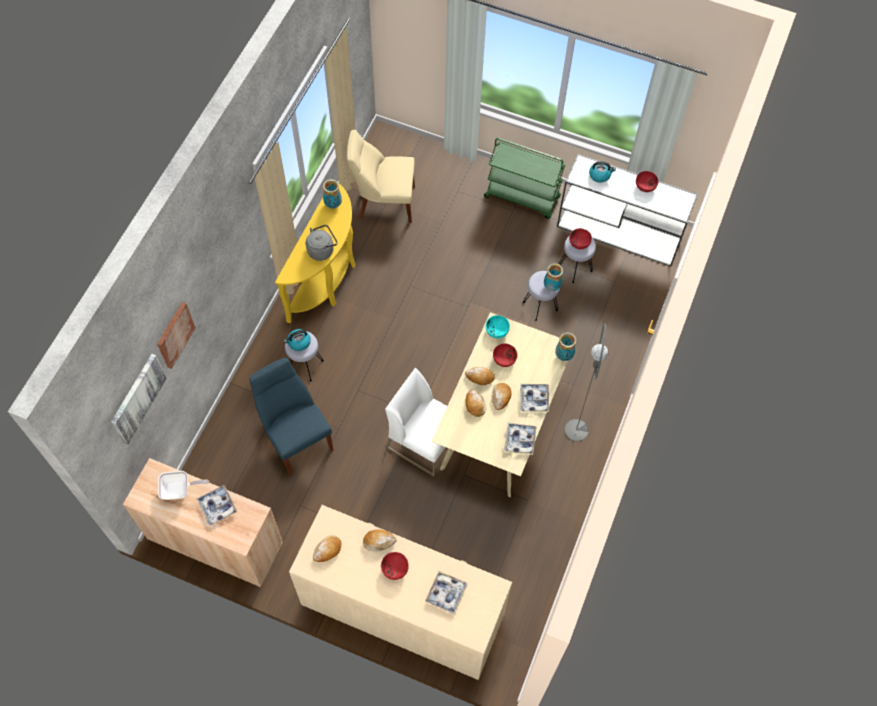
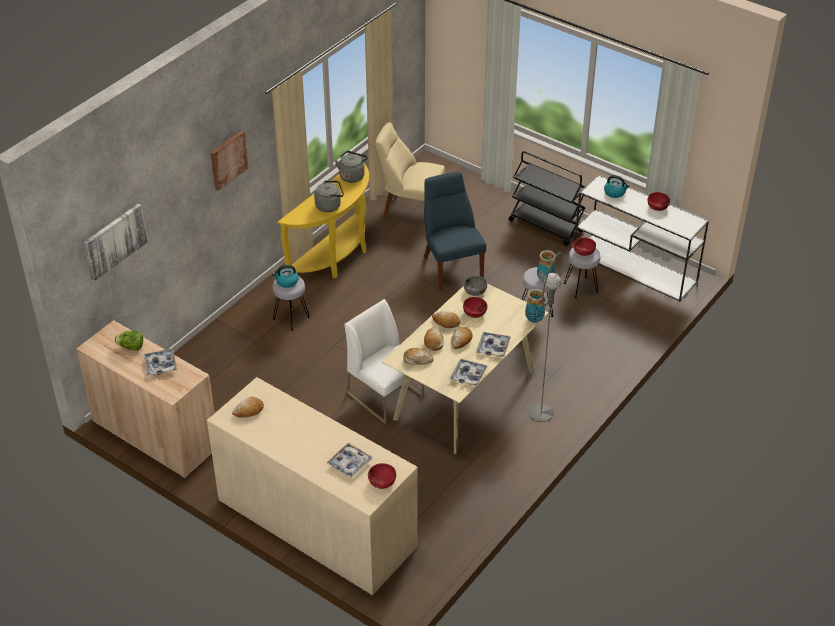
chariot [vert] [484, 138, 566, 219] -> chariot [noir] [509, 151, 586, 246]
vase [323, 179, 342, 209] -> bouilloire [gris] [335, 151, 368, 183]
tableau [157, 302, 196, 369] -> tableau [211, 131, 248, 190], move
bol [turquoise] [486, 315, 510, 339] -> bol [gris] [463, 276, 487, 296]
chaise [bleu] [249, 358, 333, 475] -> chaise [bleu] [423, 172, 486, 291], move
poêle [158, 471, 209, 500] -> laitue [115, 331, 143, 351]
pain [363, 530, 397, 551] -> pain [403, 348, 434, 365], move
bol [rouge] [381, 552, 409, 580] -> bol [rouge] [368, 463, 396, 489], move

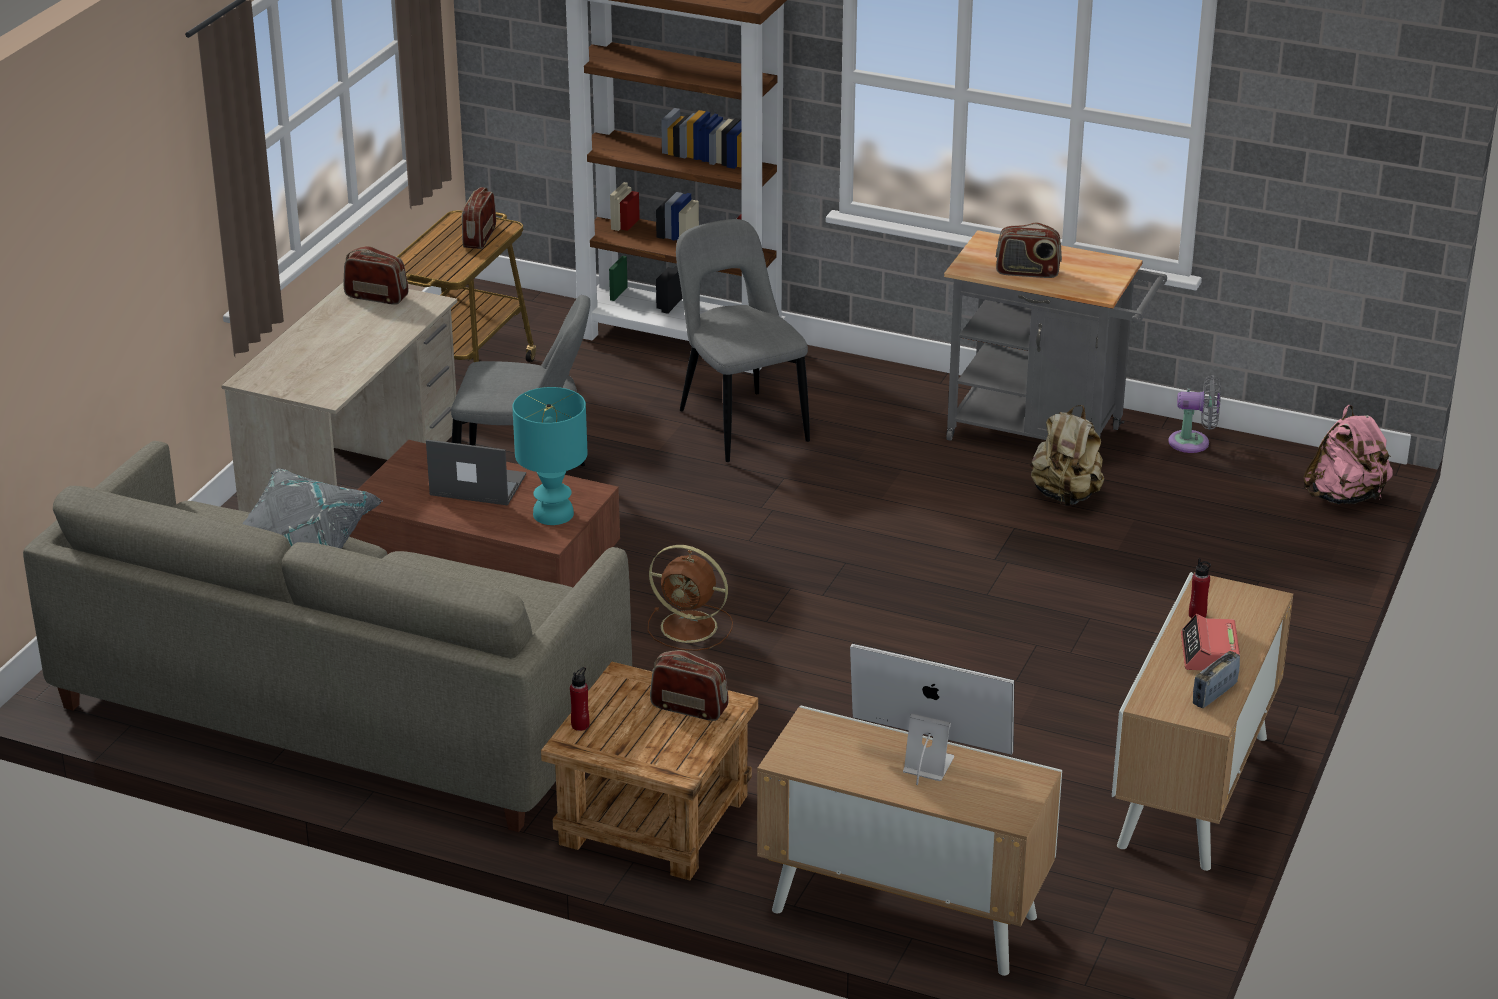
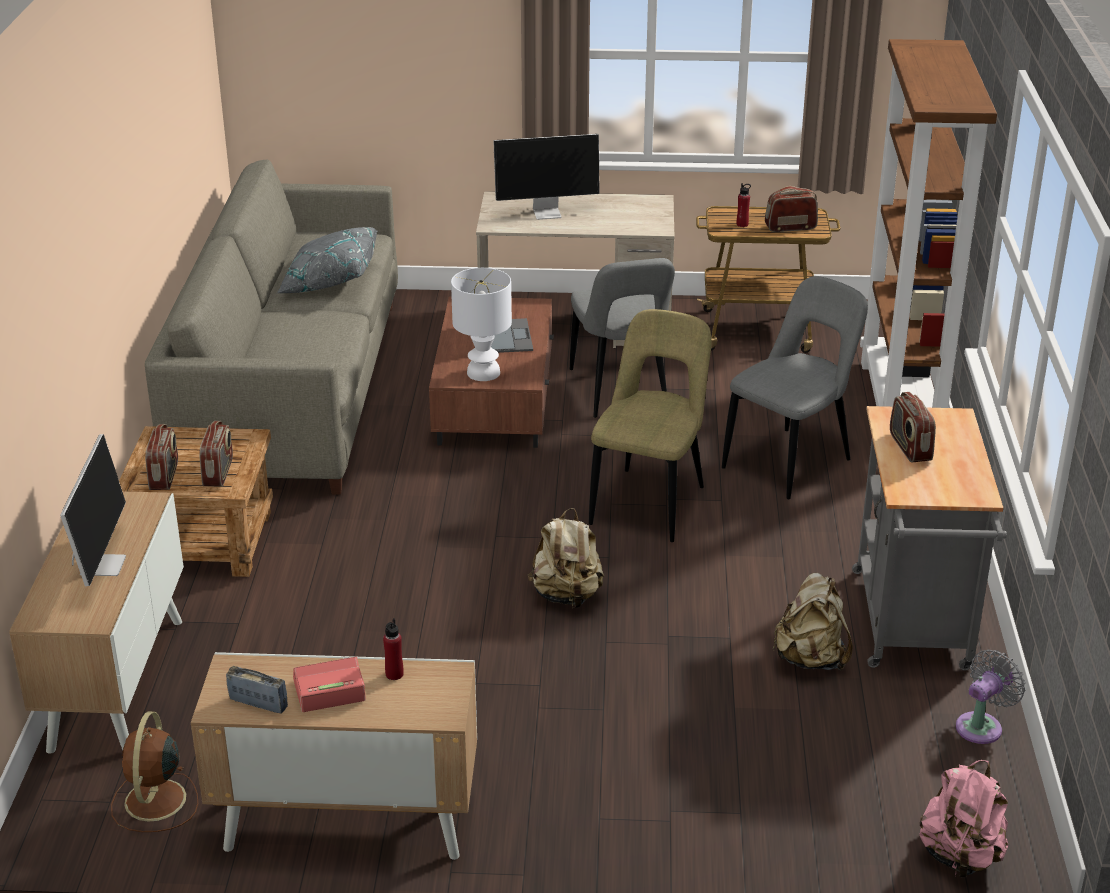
radio [343, 246, 409, 305] -> radio [145, 424, 178, 490], move
ventilateur [gris] [1168, 375, 1221, 453] -> ventilateur [gris] [956, 650, 1025, 744], 120 degrees counterclockwise
lampe de table [turquoise] [512, 387, 588, 525] -> lampe de table [blanc] [451, 268, 512, 381]
ventilateur [marron] [648, 545, 733, 651] -> ventilateur [marron] [111, 712, 198, 832], move
bouteille [rouge] [570, 667, 589, 731] -> bouteille [rouge] [736, 183, 751, 227], move
none -> écran d'ordinateur [493, 134, 600, 220]
none -> chaise [beige] [589, 309, 712, 542]
none -> sac à dos [beige] [528, 508, 604, 608]

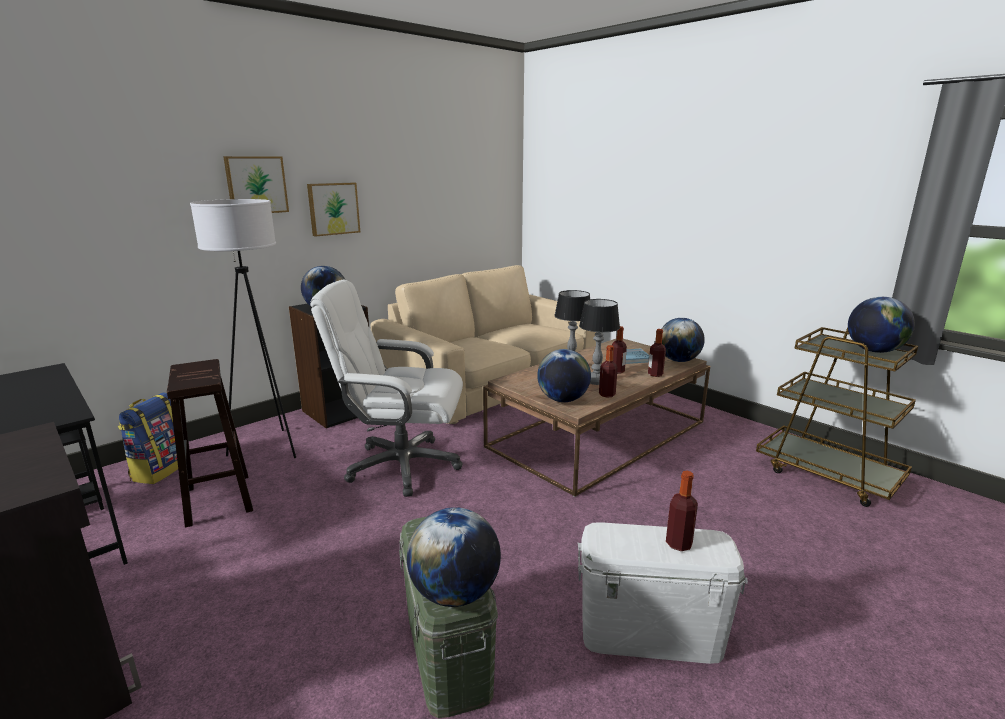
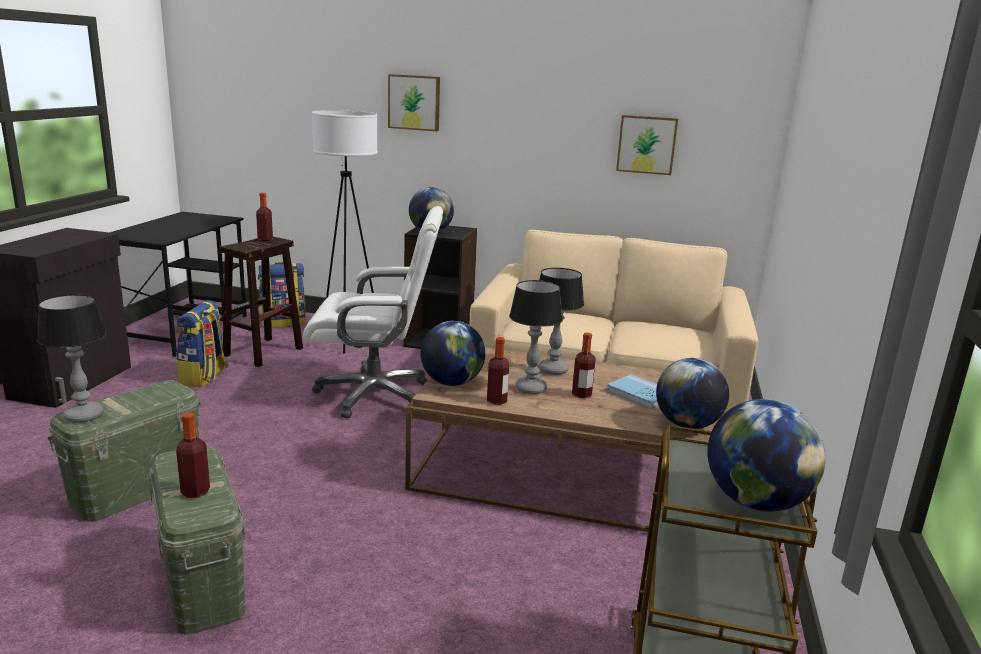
tableau [307, 183, 360, 237] -> tableau [616, 115, 678, 175], move
chaise de bureau [blanc] [310, 279, 463, 497] -> chaise de bureau [blanc] [303, 206, 443, 418], 120 degrees clockwise
bouteille [648, 329, 666, 377] -> bouteille [256, 193, 273, 241], move
globe [407, 507, 501, 607] -> lampe de table [37, 294, 106, 423]
boîte de rangement [blanc] [578, 522, 748, 664] -> boîte de rangement [vert] [149, 446, 245, 635]
none -> sac à dos [176, 300, 229, 387]

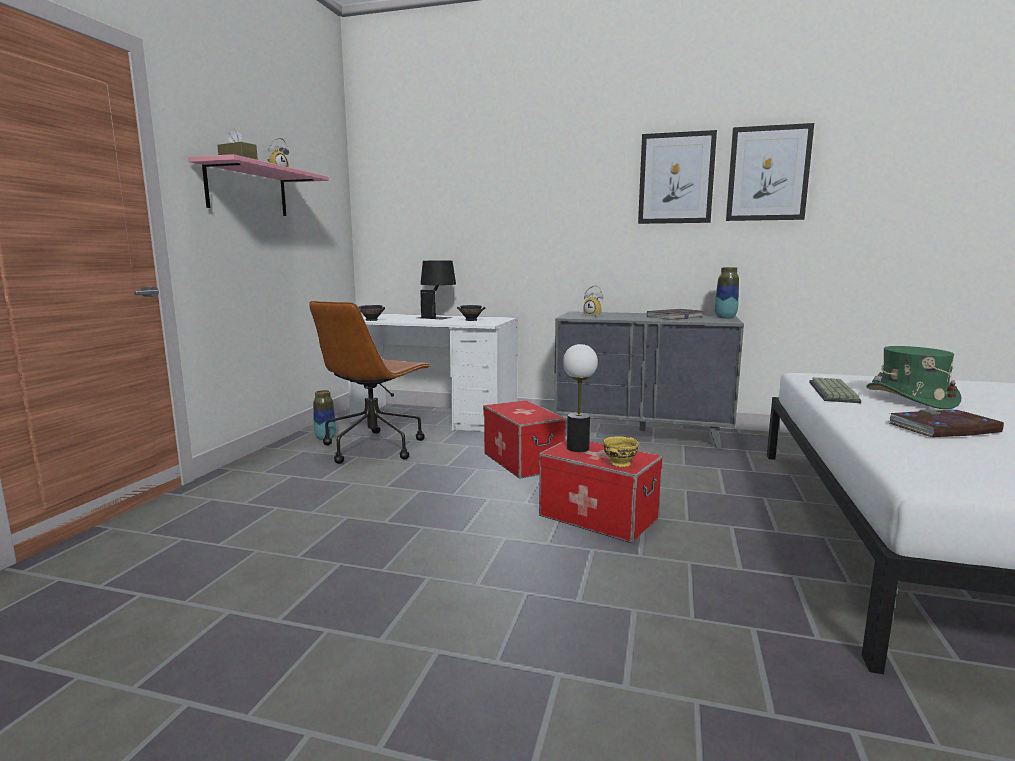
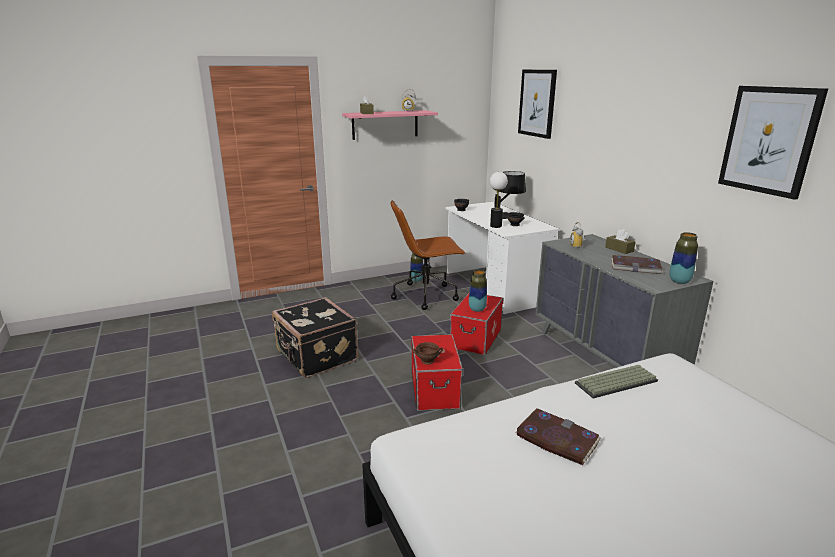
tableau [638, 130, 717, 224] -> tableau [518, 70, 557, 139], move
lampe de table [563, 344, 598, 452] -> lampe de table [490, 172, 508, 228], move
chapeau [vert] [866, 346, 961, 409] -> none
bol [jaune] [603, 436, 639, 467] -> bol [marron] [412, 342, 443, 365]
none -> boîte à mouchoirs [marron] [605, 229, 635, 254]
none -> vase [469, 270, 487, 312]
none -> valise [noir] [272, 297, 358, 378]

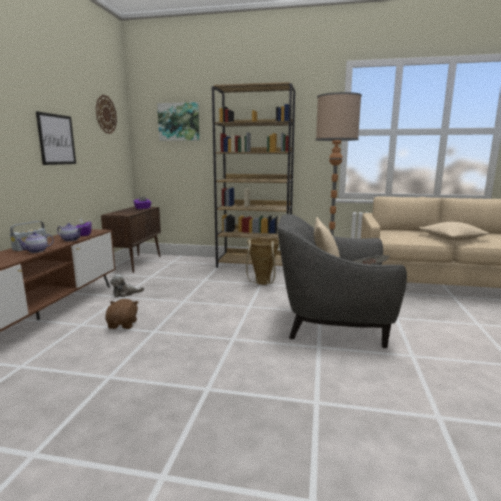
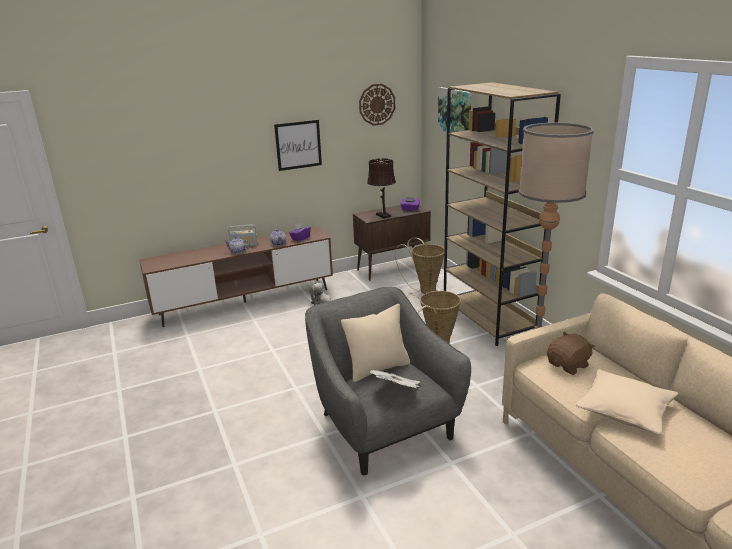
peluche [marron] [105, 299, 139, 329] -> peluche [marron] [547, 332, 595, 375], move
none -> lampe de table [marron] [367, 158, 396, 219]
none -> panier [395, 238, 444, 294]

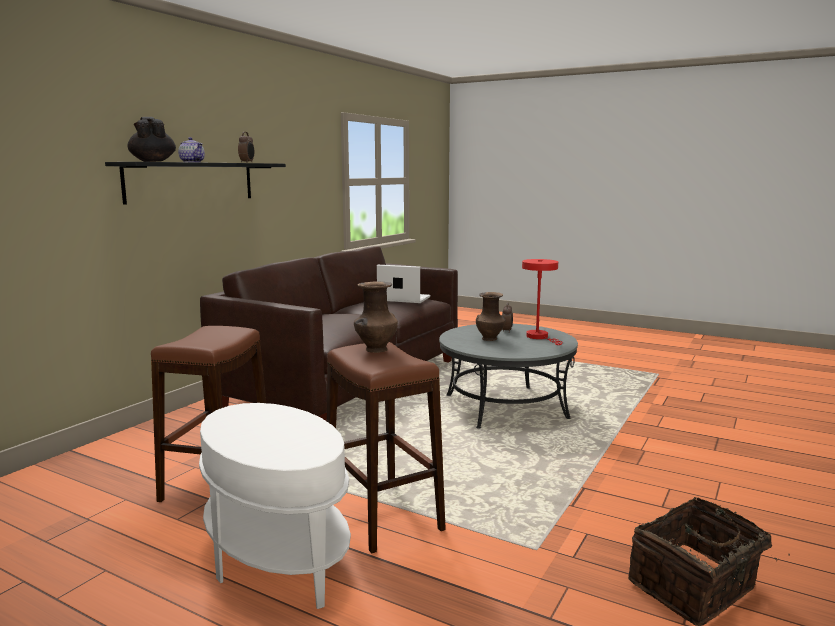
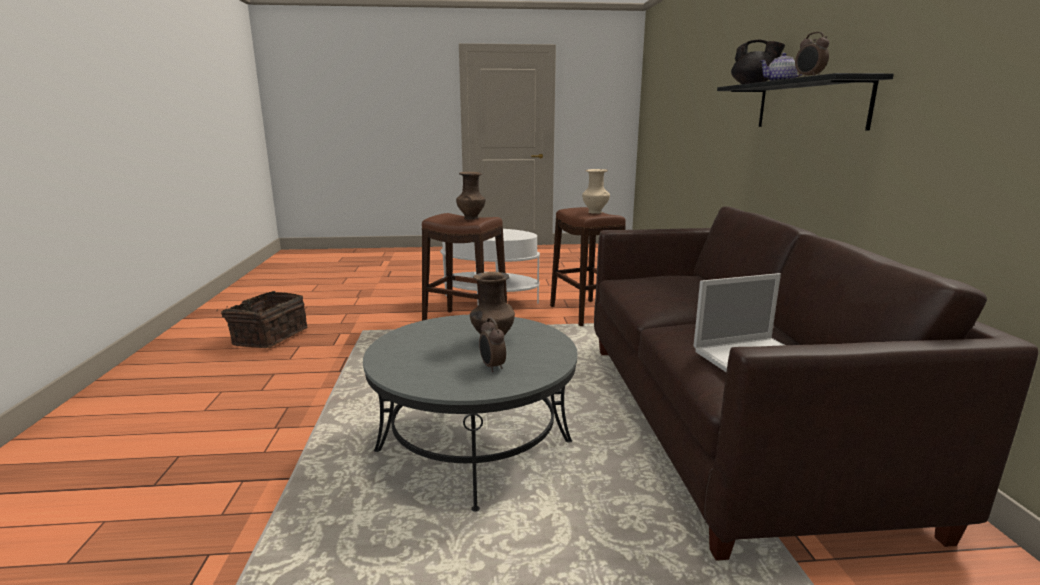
lampe de table [rouge] [522, 259, 563, 345] -> none
none -> vase [beige] [582, 169, 610, 214]

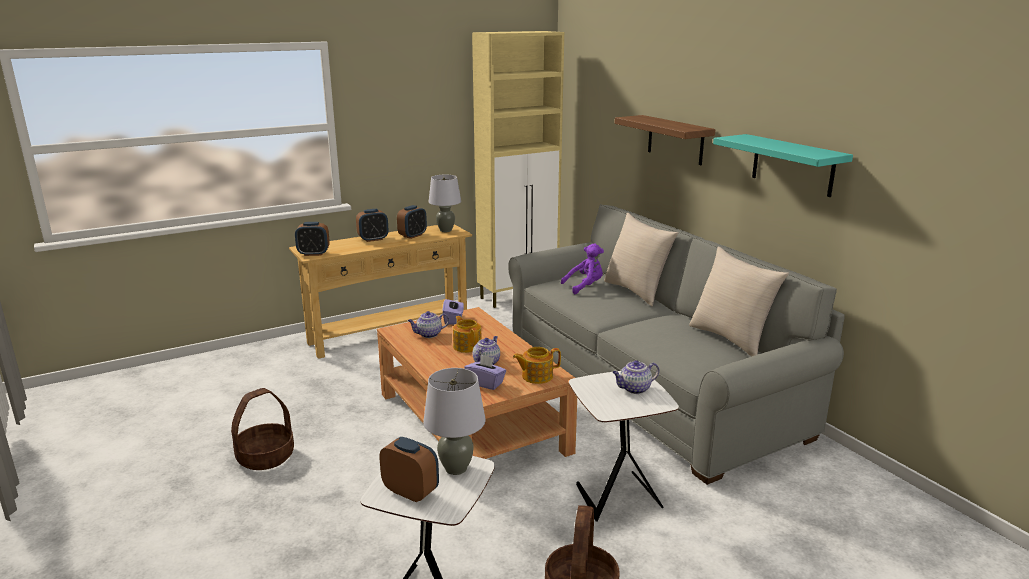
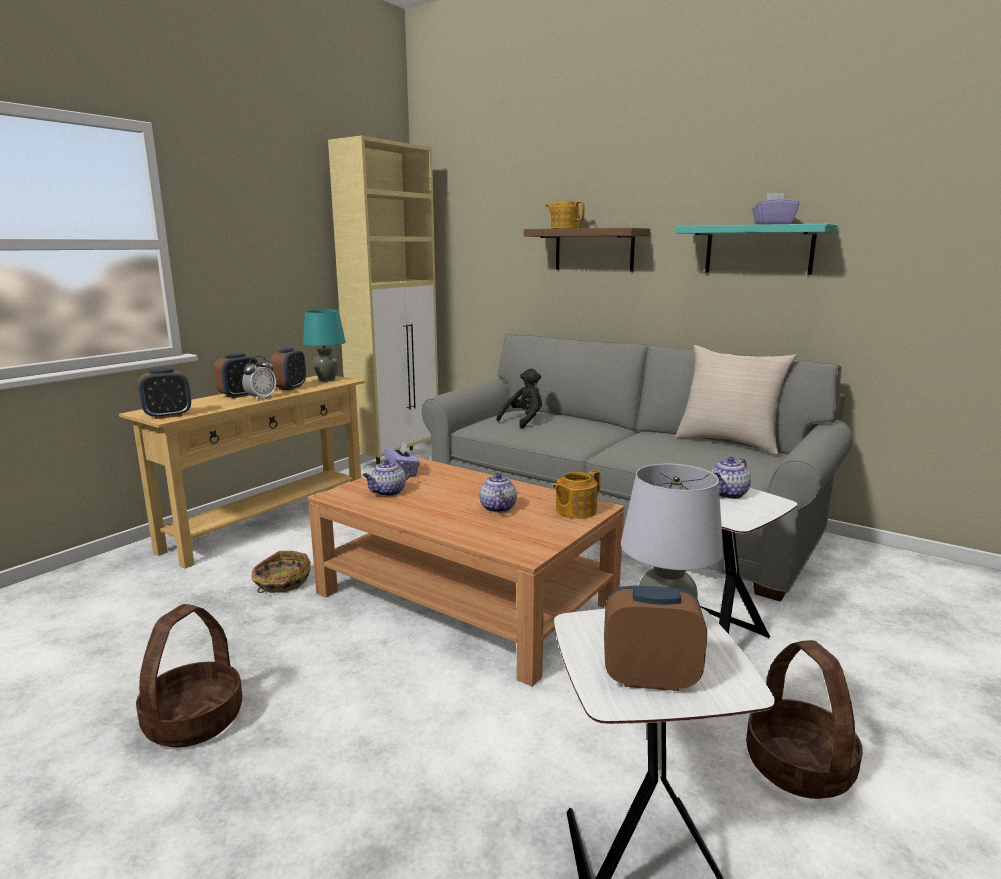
lampe de table [gris] [428, 175, 461, 232] -> lampe de table [turquoise] [303, 310, 346, 382]
coussin [beige] [604, 213, 679, 306] -> none
peluche [violet] [561, 243, 604, 294] -> peluche [noir] [496, 368, 542, 428]
théière [453, 316, 482, 353] -> théière [545, 201, 585, 229], move
boîte à mouchoirs [violet] [464, 355, 506, 390] -> boîte à mouchoirs [violet] [752, 193, 799, 225], move
none -> réveil [242, 356, 276, 401]
none -> panier [252, 551, 311, 593]

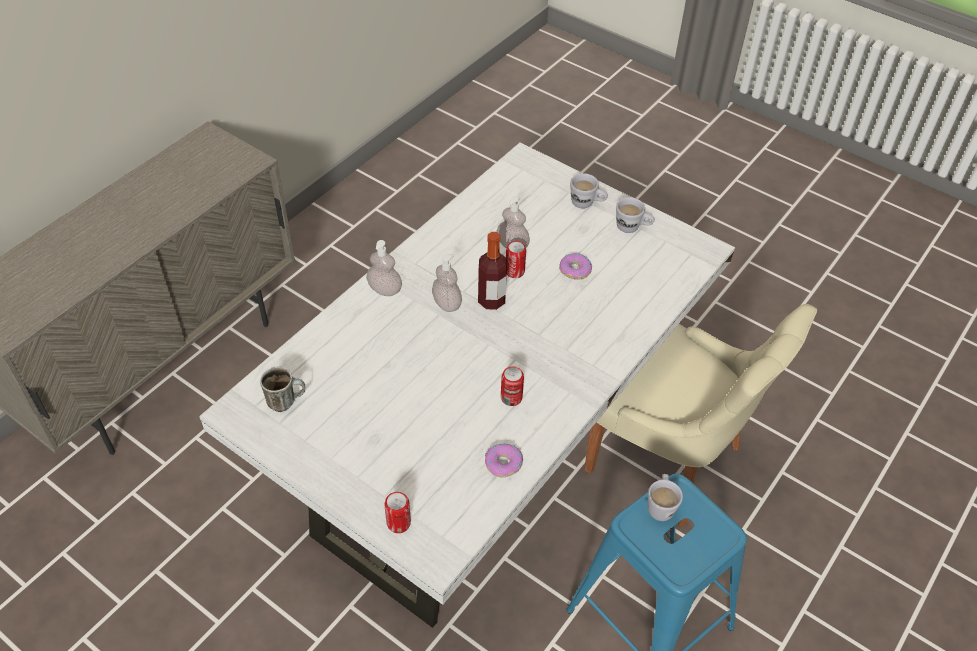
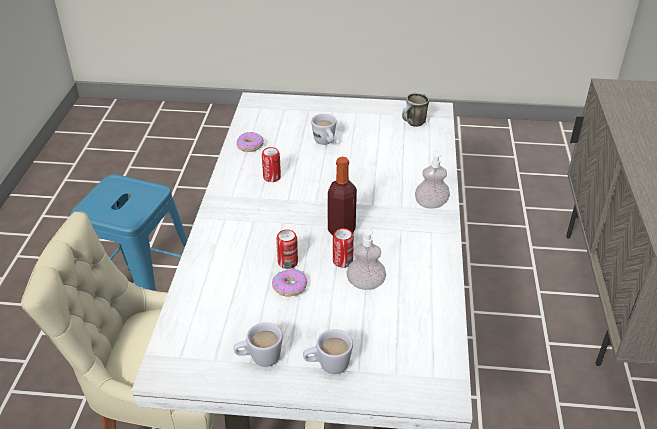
distributeur de savon [432, 254, 462, 312] -> none
mug [blanc] [648, 474, 683, 521] -> mug [blanc] [311, 114, 337, 145], move
boîte métallique [384, 492, 411, 533] -> boîte métallique [276, 229, 298, 269], move

